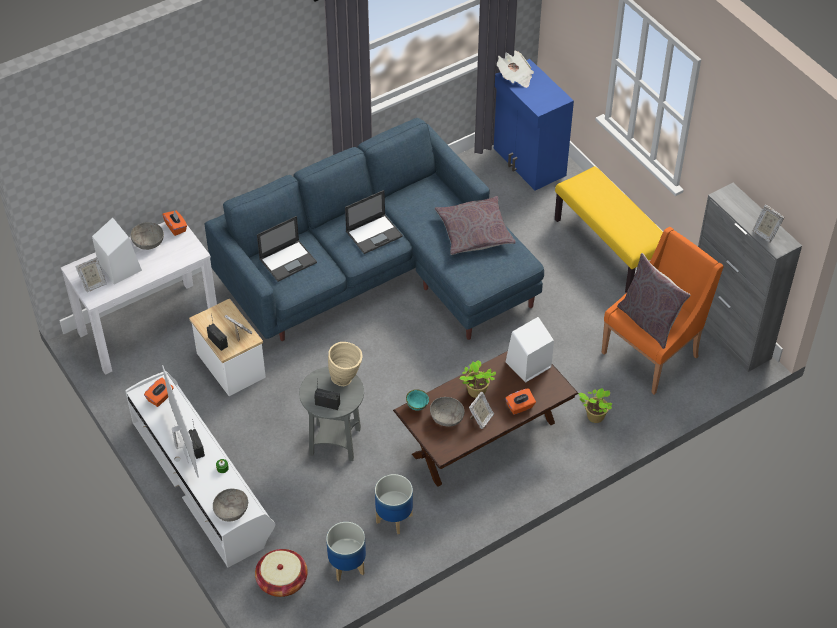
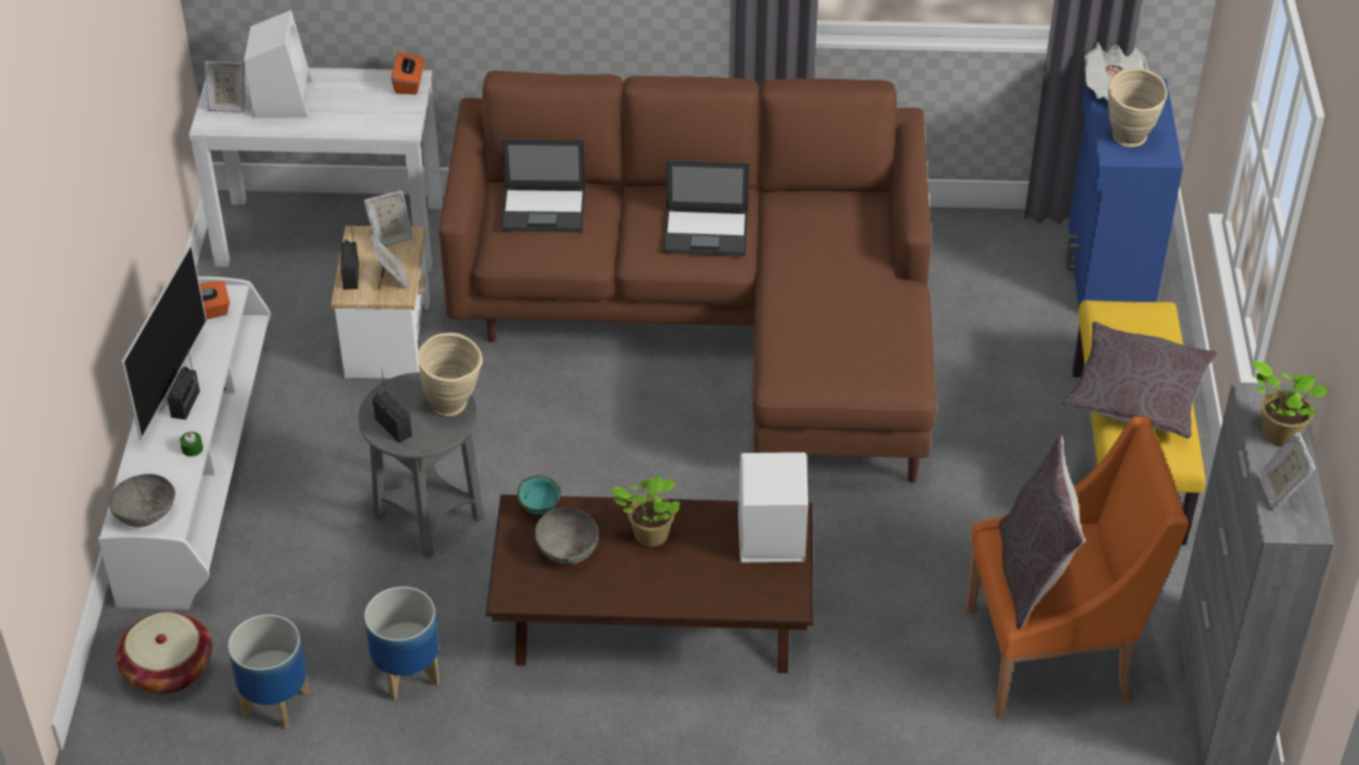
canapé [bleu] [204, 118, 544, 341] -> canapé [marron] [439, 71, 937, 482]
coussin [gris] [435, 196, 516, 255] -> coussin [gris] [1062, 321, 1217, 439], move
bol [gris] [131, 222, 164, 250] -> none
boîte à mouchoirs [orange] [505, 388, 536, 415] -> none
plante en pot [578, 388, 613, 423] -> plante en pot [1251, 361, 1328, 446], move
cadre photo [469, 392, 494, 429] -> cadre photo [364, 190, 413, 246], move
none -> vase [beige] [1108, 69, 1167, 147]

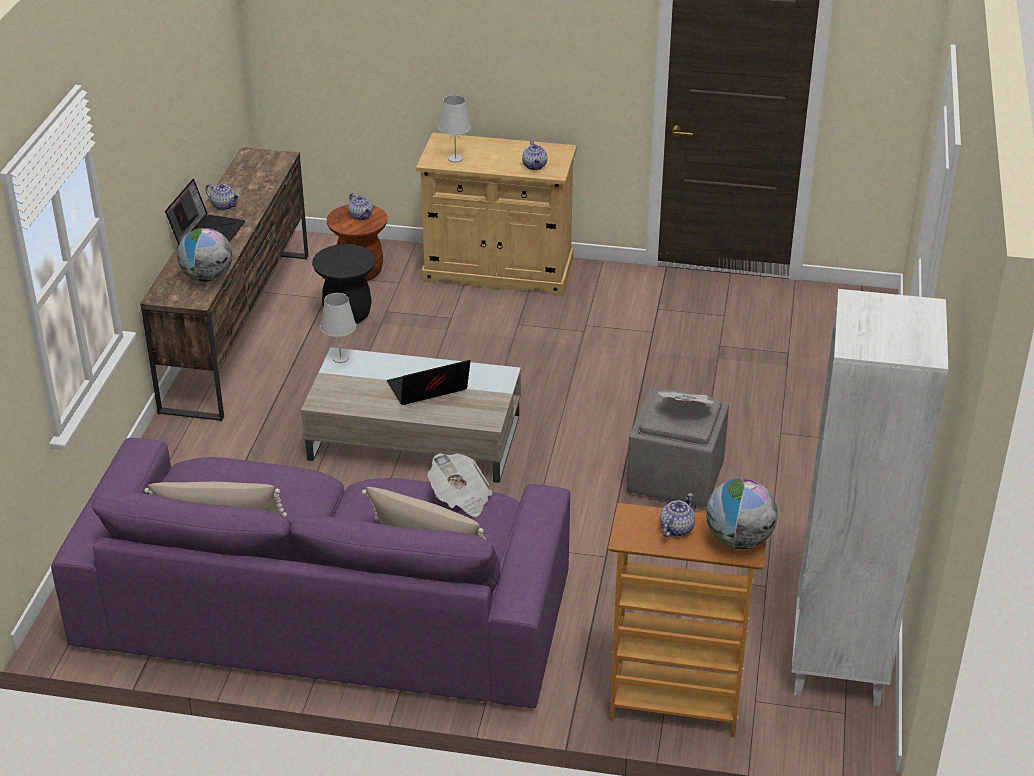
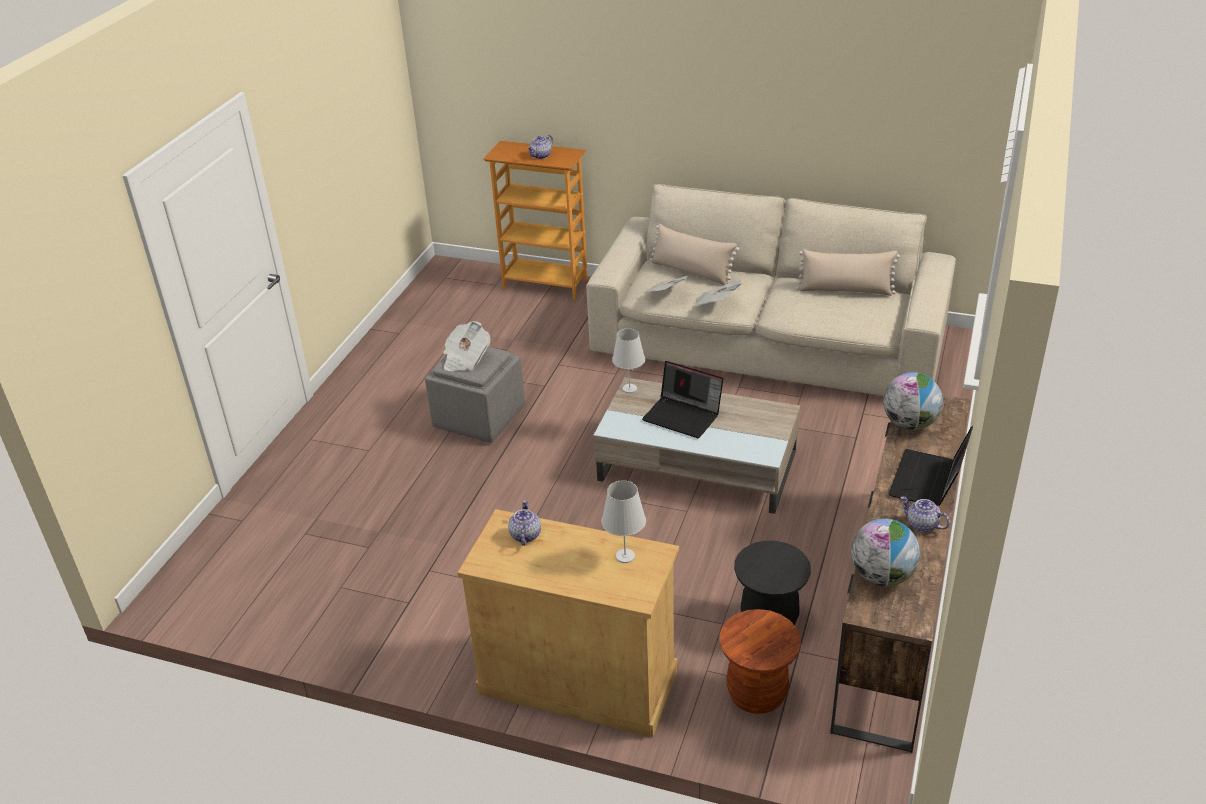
théière [348, 193, 373, 221] -> none
bibliothèque [blanc] [792, 289, 948, 707] -> none
lampe de table [blanc] [320, 293, 356, 363] -> lampe de table [blanc] [612, 328, 645, 393], move
ordinateur portable [387, 360, 471, 405] -> ordinateur portable [642, 361, 723, 438], 45 degrees clockwise
canapé [violet] [51, 438, 570, 708] -> canapé [beige] [586, 184, 956, 396]
globe [706, 478, 778, 549] -> globe [851, 519, 920, 586], move
none -> journal [694, 280, 742, 306]

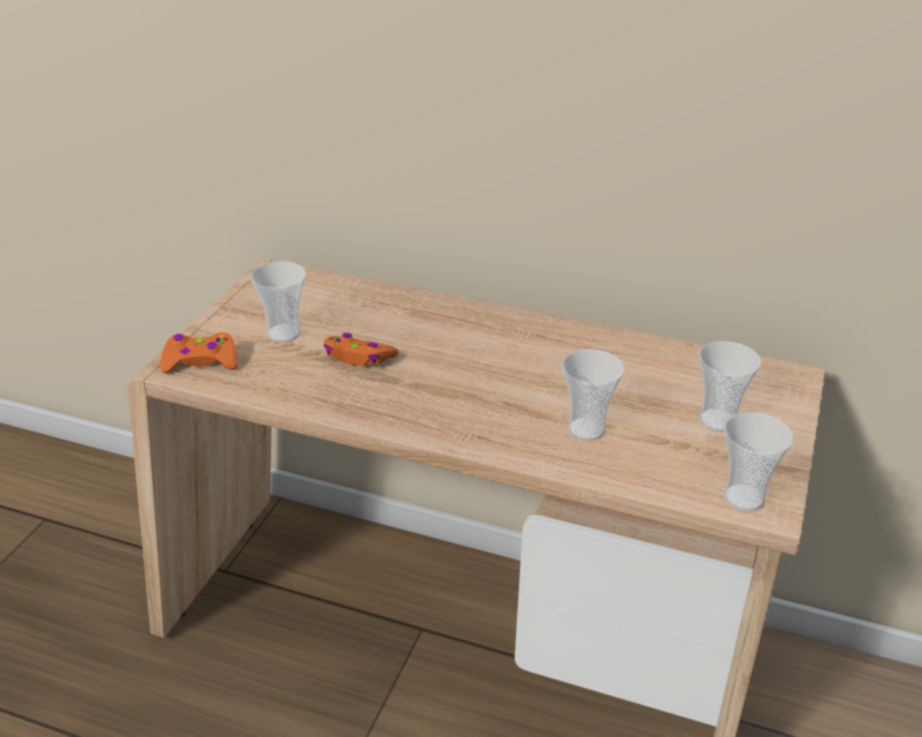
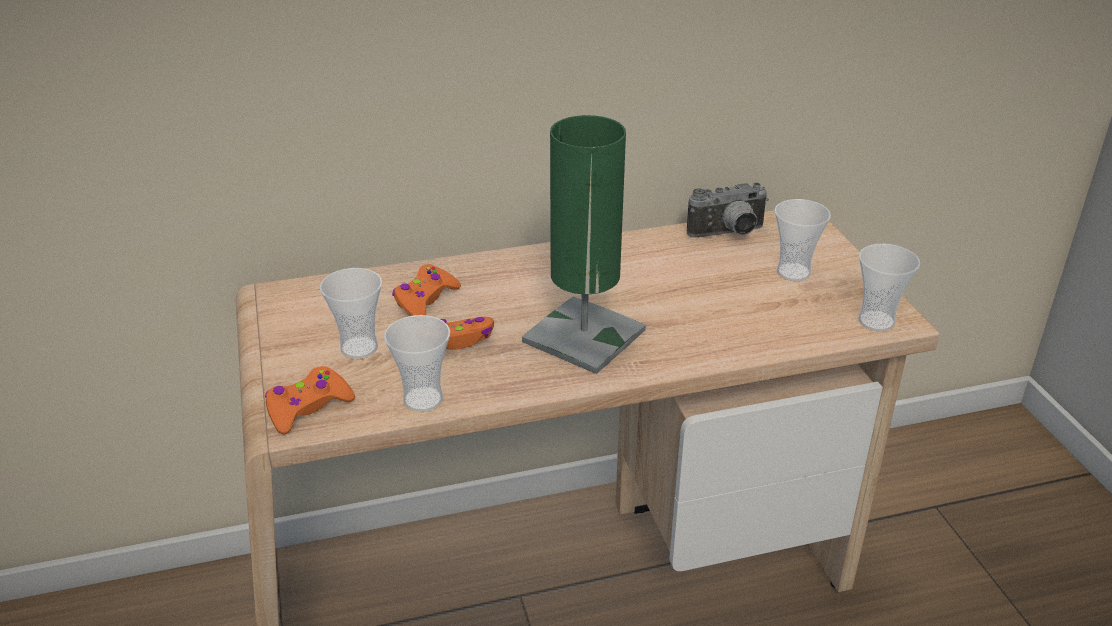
tasse [562, 349, 624, 441] -> tasse [384, 315, 450, 412], move
none -> lampe de table [vert] [522, 115, 646, 374]
none -> appareil photo [687, 182, 769, 238]
none -> manette [orange] [392, 264, 461, 316]

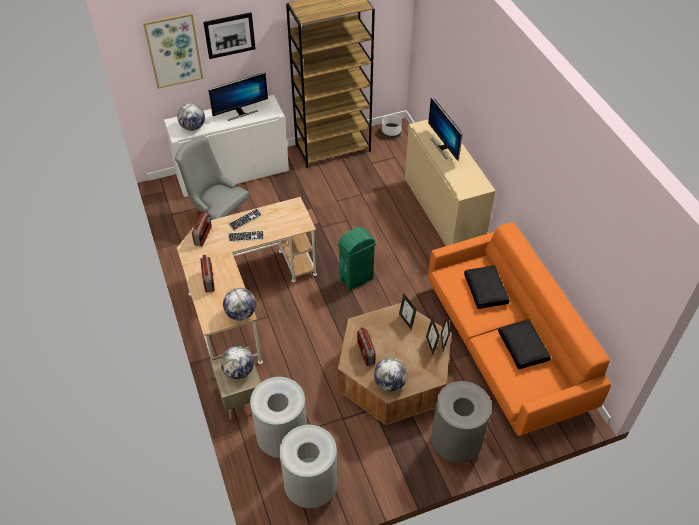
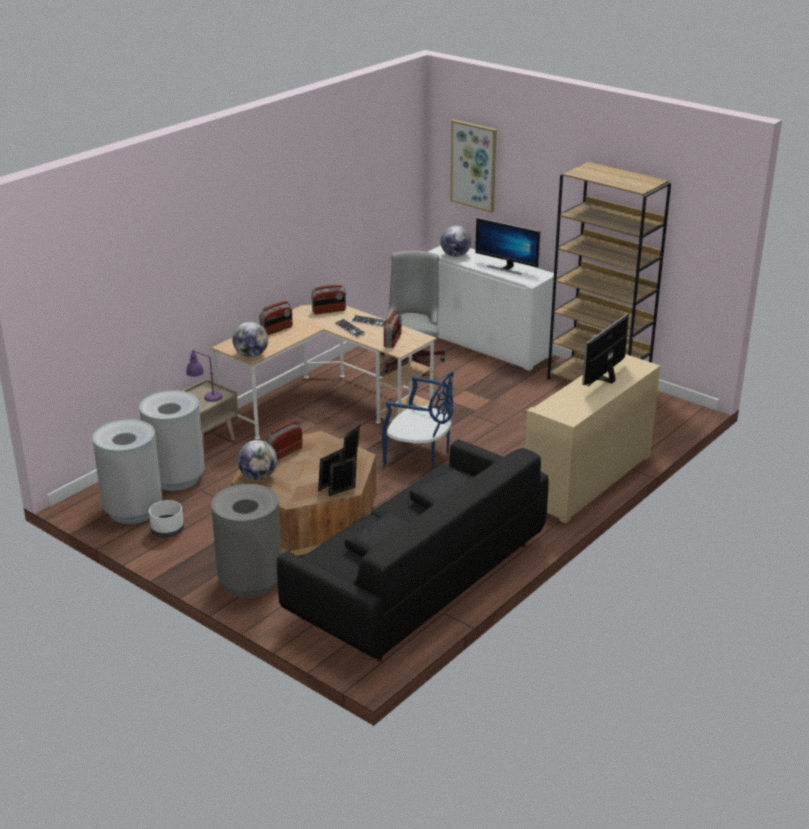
tableau [203, 12, 256, 59] -> none
cache-pot [blanc] [382, 115, 402, 139] -> cache-pot [blanc] [149, 500, 184, 538], move
canapé [orange] [428, 222, 611, 436] -> canapé [noir] [277, 439, 549, 662]
poubelle [vert] [337, 227, 376, 290] -> chaise [bleu] [382, 372, 454, 470]
globe [221, 346, 254, 379] -> lampe de table [violet] [186, 350, 222, 402]
none -> radio [384, 310, 402, 348]

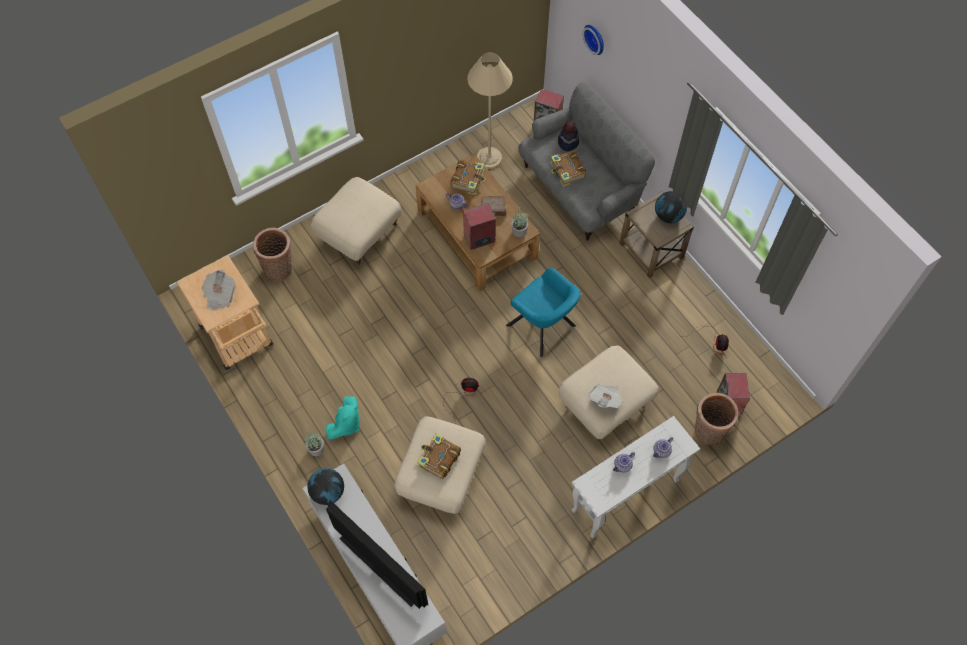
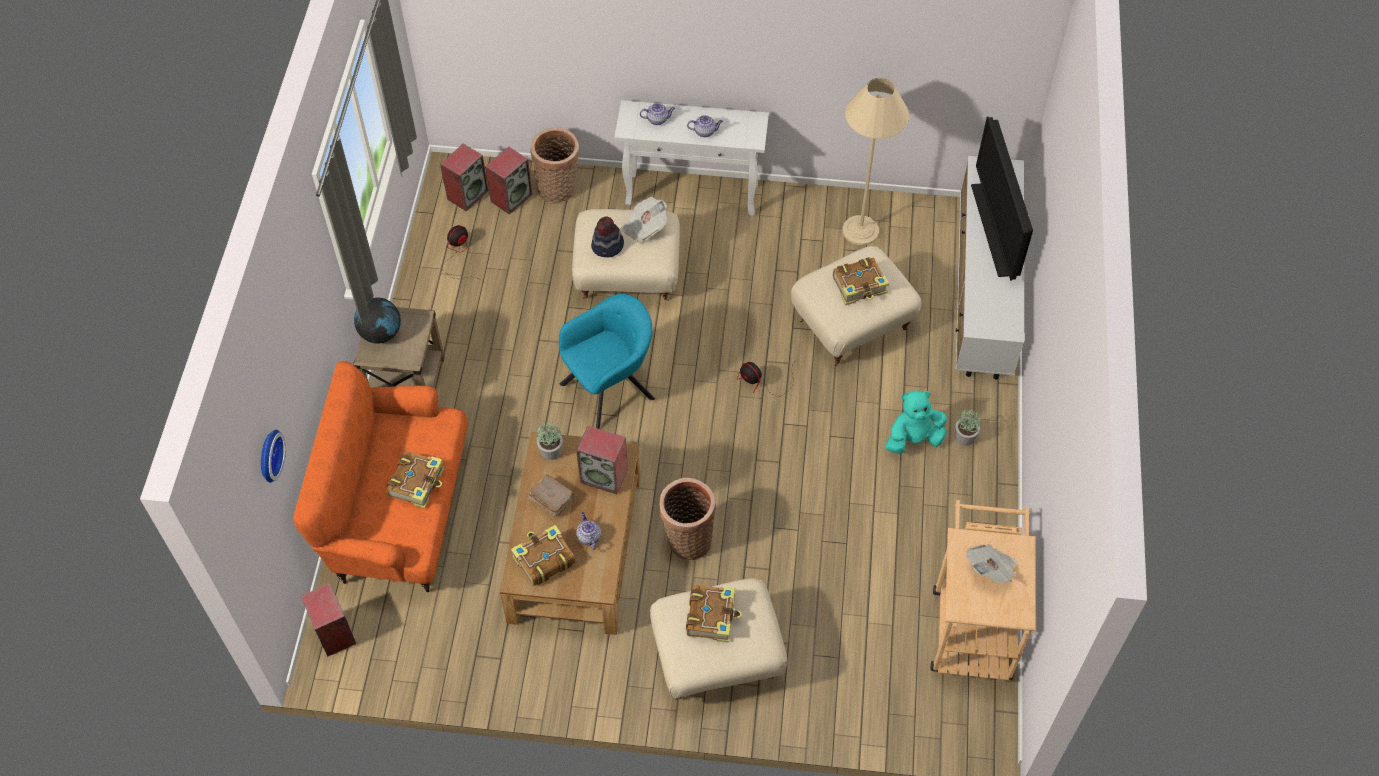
lampadaire [beige] [467, 52, 513, 169] -> lampadaire [beige] [842, 78, 909, 245], move
canapé [gris] [518, 82, 655, 241] -> canapé [orange] [294, 361, 468, 592]
chapeau [558, 120, 579, 151] -> chapeau [591, 216, 624, 257], move
panier [253, 228, 292, 282] -> panier [659, 478, 716, 560], move
fauteuil [turquoise] [506, 268, 581, 357] -> fauteuil [turquoise] [559, 294, 655, 429], 60 degrees clockwise
globe [307, 468, 344, 505] -> none
none -> enceinte [440, 144, 488, 211]
none -> livre [686, 585, 742, 643]

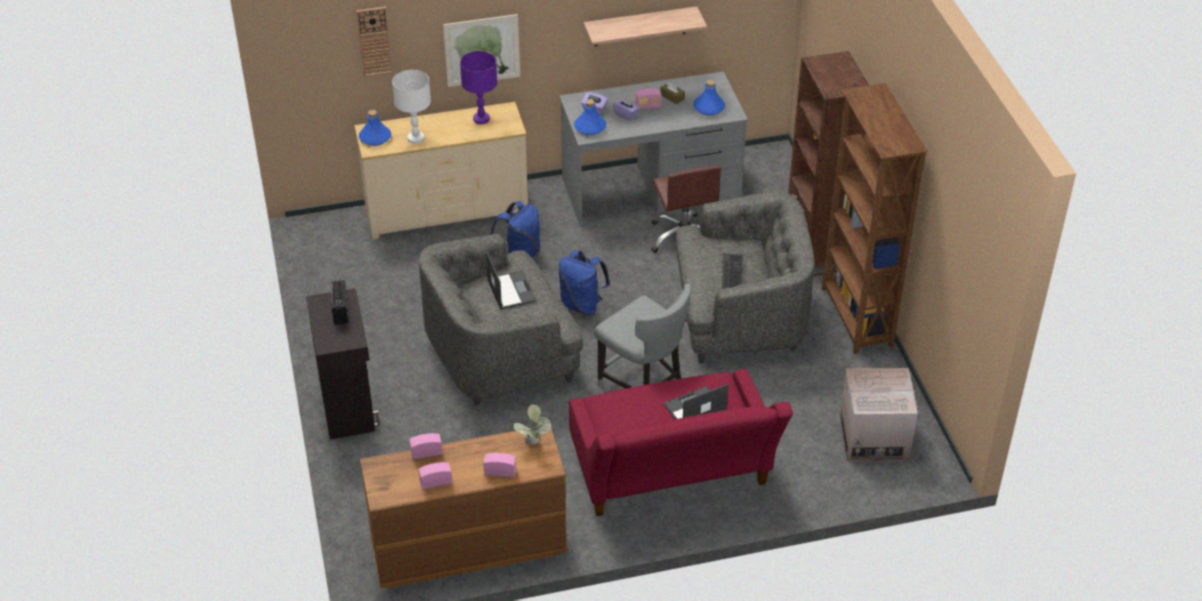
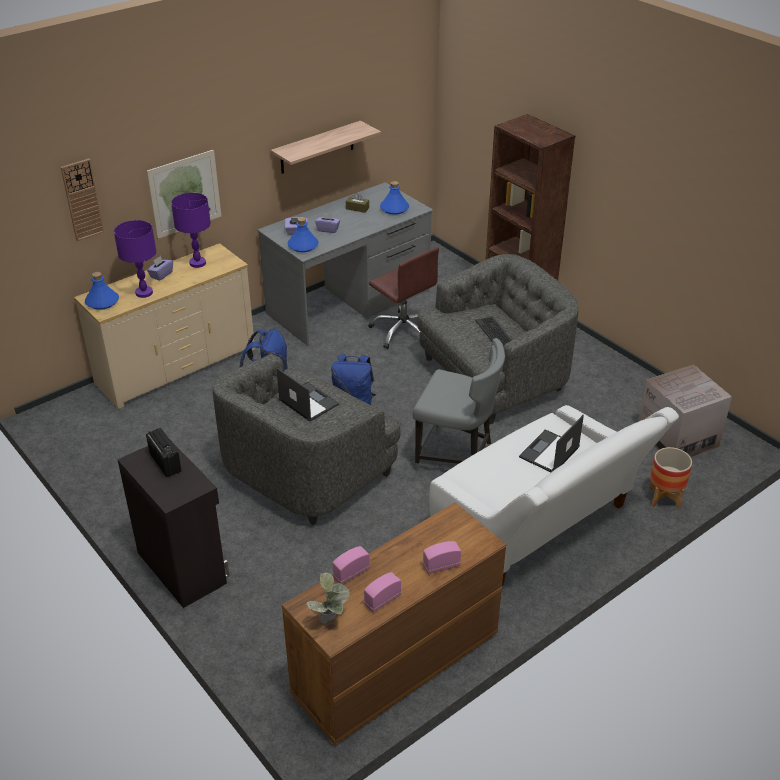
lampe de table [blanc] [392, 70, 431, 144] -> lampe de table [violet] [114, 220, 156, 298]
bibliothèque [marron] [822, 83, 928, 354] -> none
radio [636, 88, 662, 109] -> none
canapé [rouge] [569, 369, 793, 516] -> canapé [blanc] [430, 405, 679, 586]
plante en pot [514, 404, 551, 445] -> plante en pot [306, 572, 350, 624], move
none -> boîte à mouchoirs [violet] [147, 256, 173, 281]
none -> cache-pot [649, 447, 692, 509]

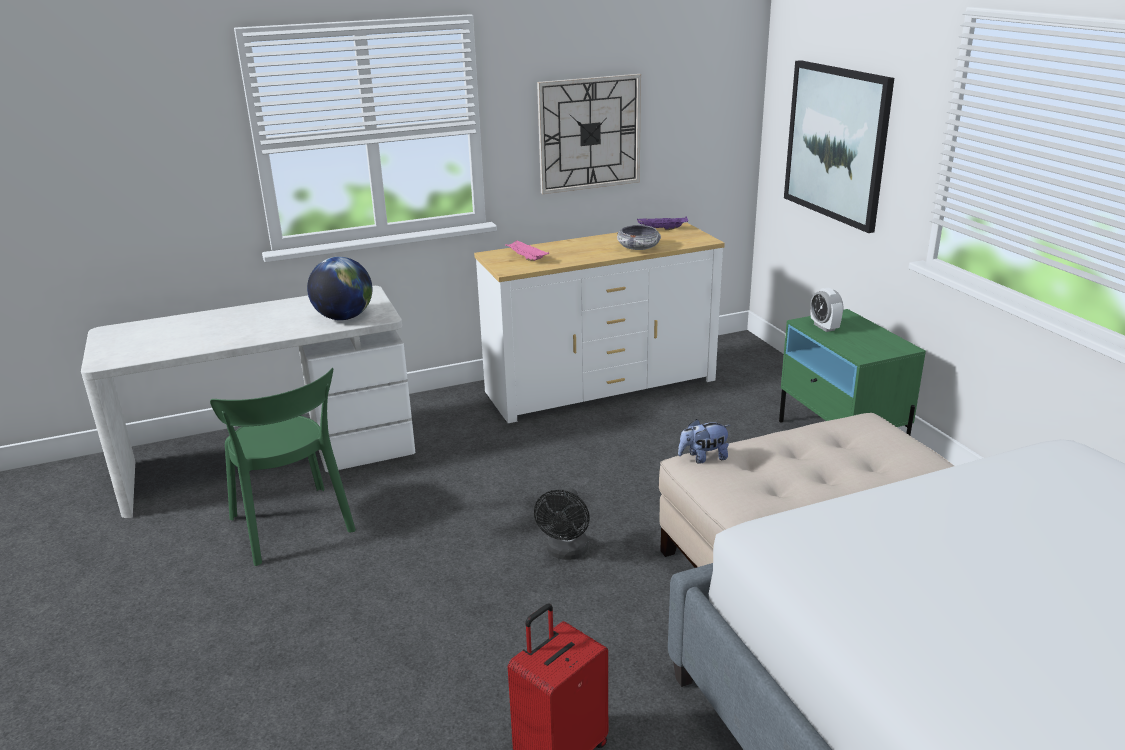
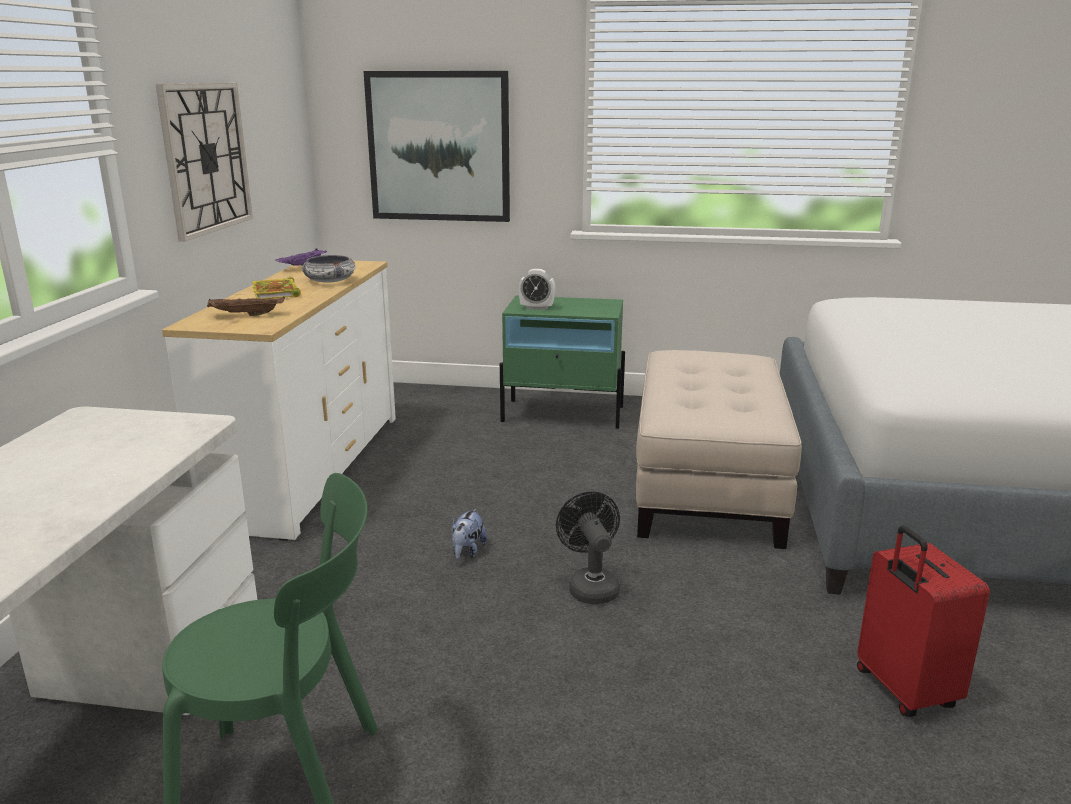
plateau [rose] [505, 241, 549, 261] -> plateau [marron] [207, 296, 285, 316]
globe [307, 257, 372, 320] -> none
peluche [678, 419, 731, 464] -> peluche [452, 509, 487, 560], move
ventilateur [noir] [534, 488, 590, 560] -> ventilateur [noir] [556, 491, 620, 604], 150 degrees counterclockwise
none -> livre [252, 277, 301, 299]

